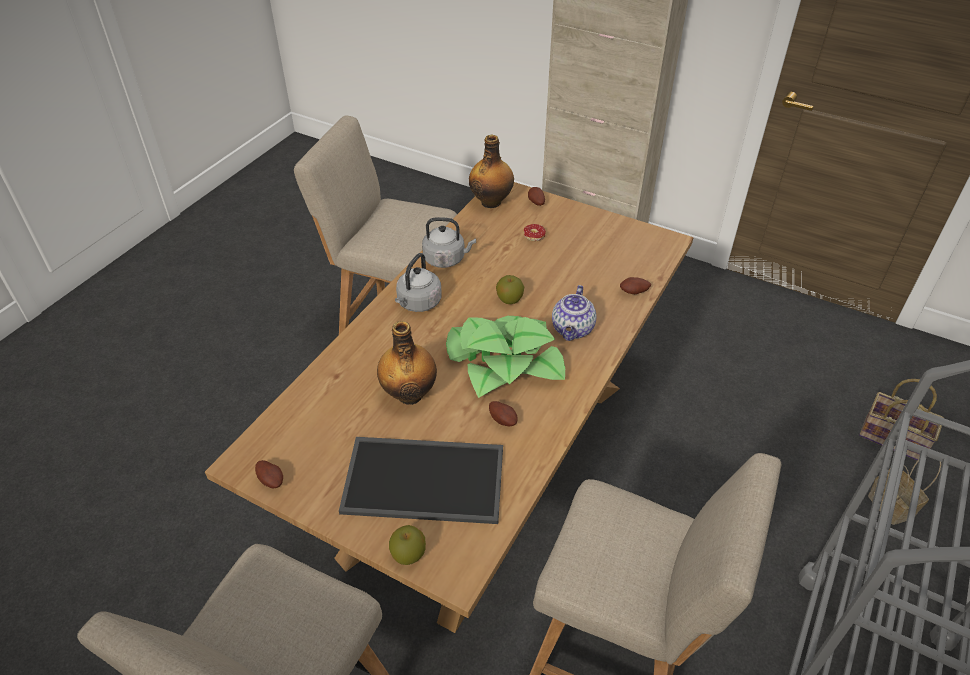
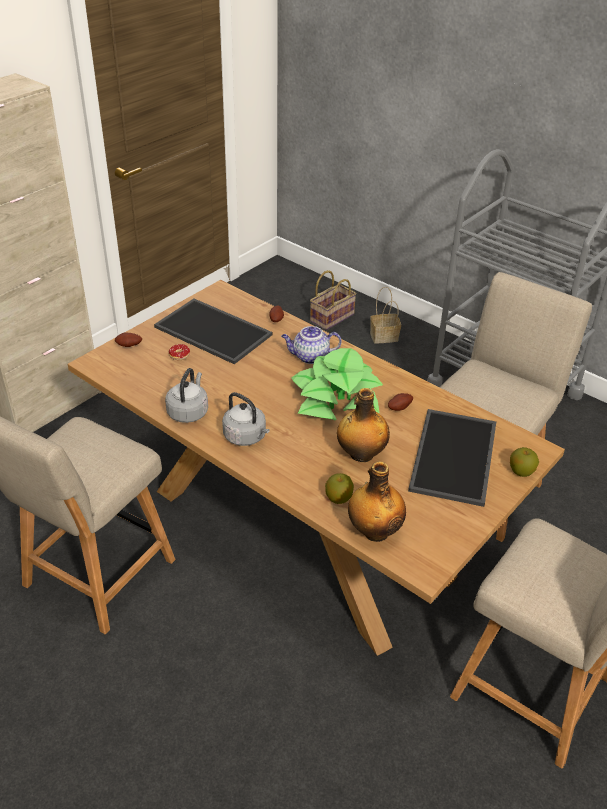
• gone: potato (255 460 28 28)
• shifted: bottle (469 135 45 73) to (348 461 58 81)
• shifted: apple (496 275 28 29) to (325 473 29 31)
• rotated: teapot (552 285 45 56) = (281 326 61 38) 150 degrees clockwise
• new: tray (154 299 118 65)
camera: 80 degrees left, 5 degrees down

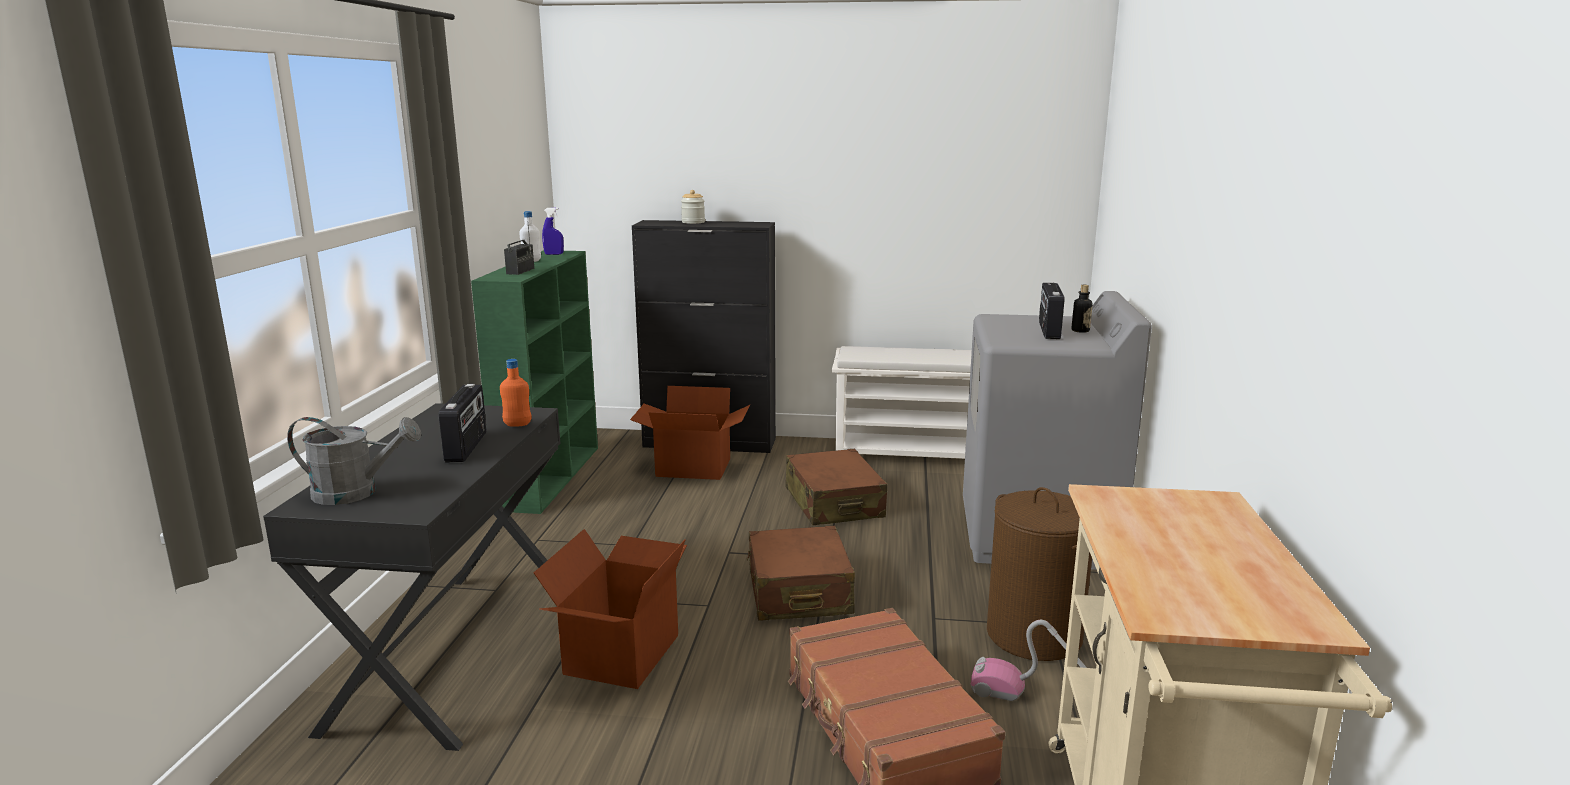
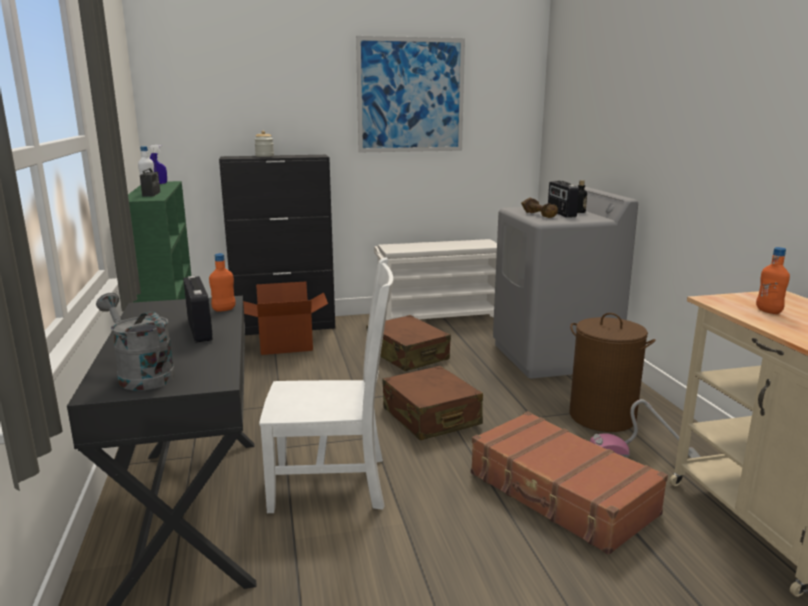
• rotated: grey watering can (287 417 134 88) = (96 293 79 97) 120 degrees counterclockwise
• swapped: cardboard box (534 529 153 160) to white chair (259 257 135 256)
• new: picture (356 36 109 116)
• new: brown dumbbell (521 198 37 20)
• new: orange bottle (756 247 34 67)
camera: 20 degrees left, 0 degrees up

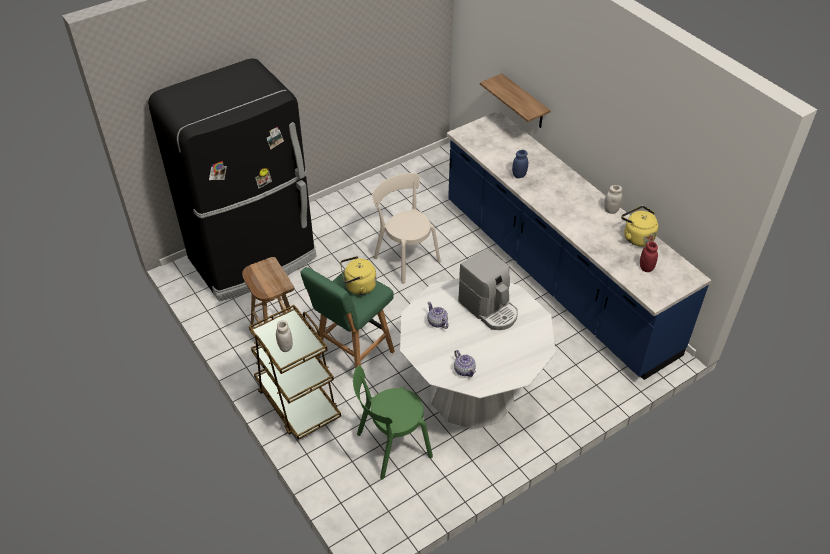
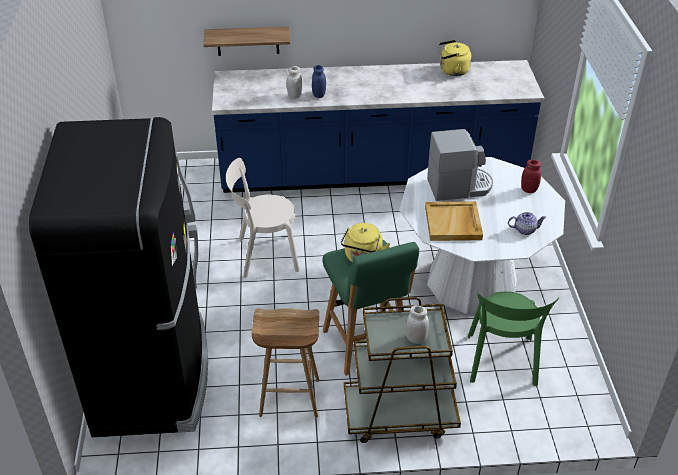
• swapped: teapot (427 302 21 27) to beige tray (425 201 58 40)
• shifted: white jar (604 185 18 29) to (287 66 16 33)
• shifted: red jar (640 241 18 31) to (521 159 20 34)
camera: 60 degrees left, 5 degrees down

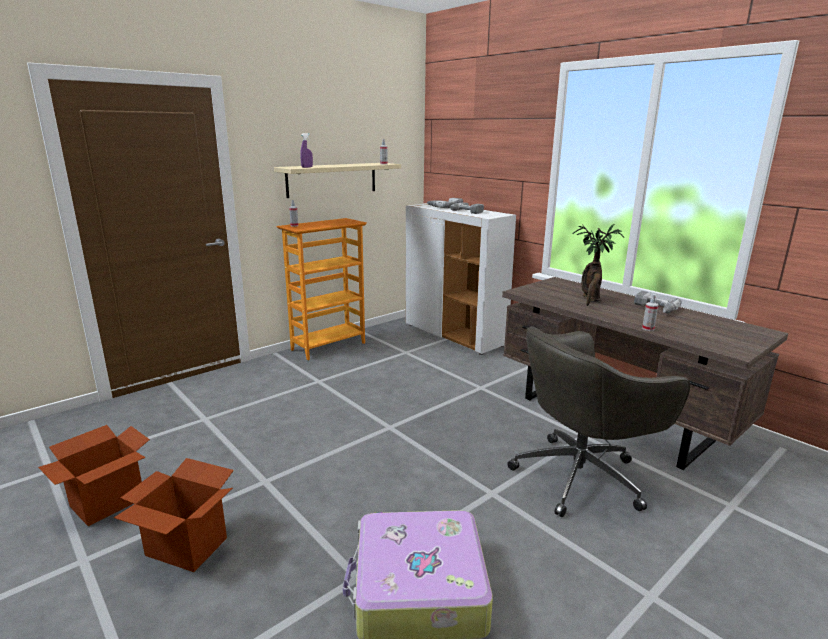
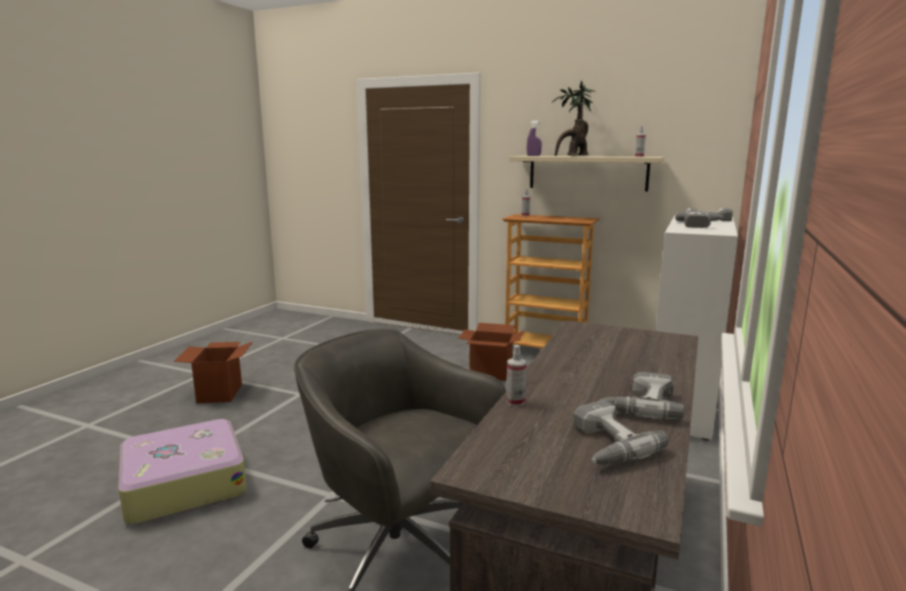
• shifted: cardboard box (38 425 112 101) to (459 323 65 58)
• shifted: potted plant (573 224 51 82) to (552 81 43 75)
• new: power drill (573 401 96 64)
camera: 65 degrees right, 5 degrees down

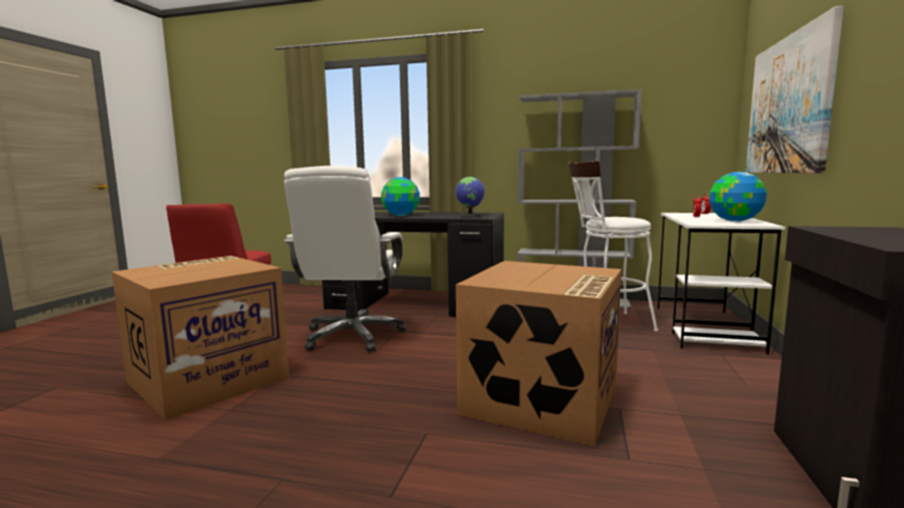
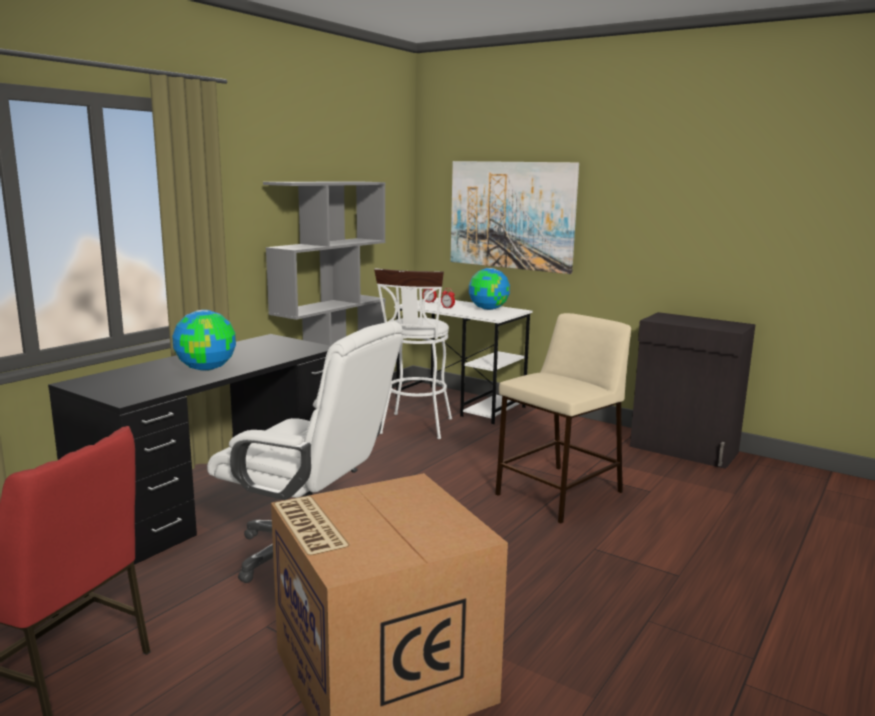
• gone: globe (455 176 30 41)
• swapped: cardboard box (456 261 165 186) to beige stool (495 313 136 210)
camera: 70 degrees left, 5 degrees up

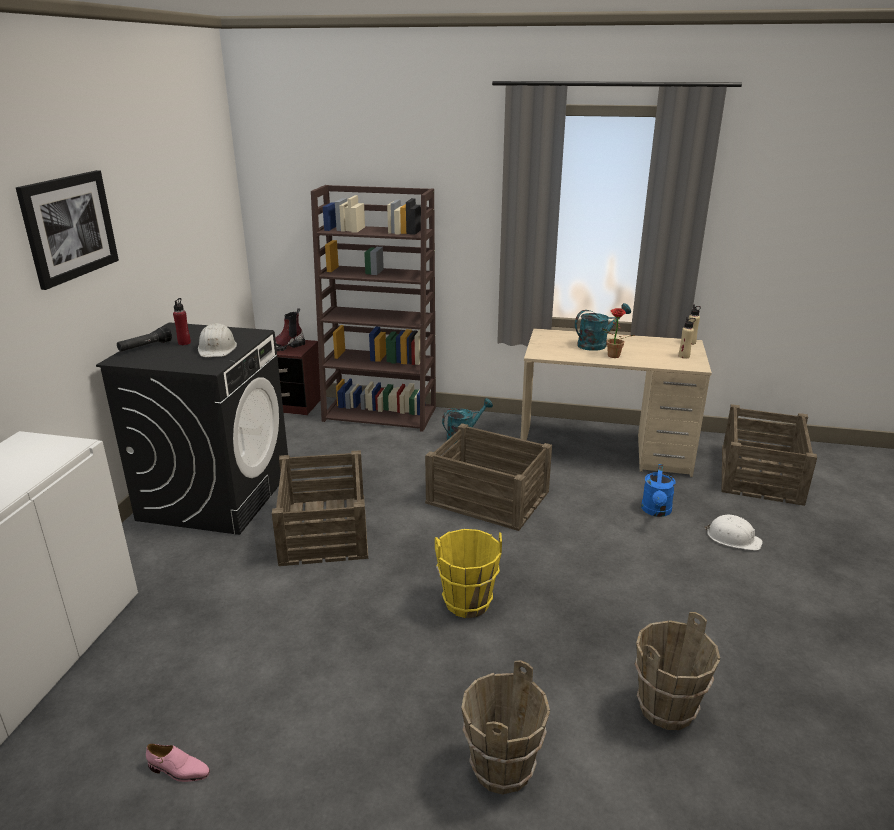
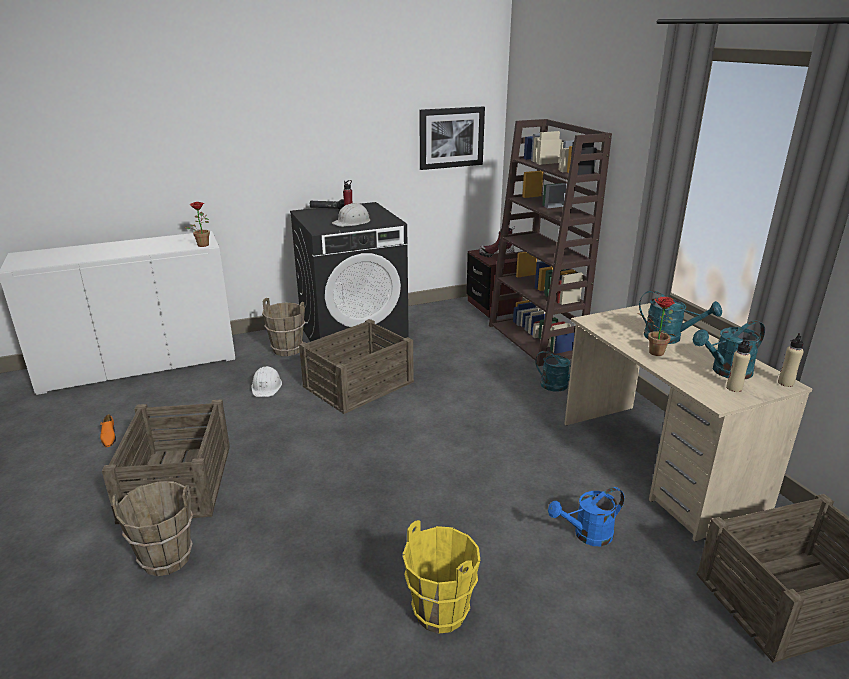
• shifted: picture (16 170 103 120) to (420 106 65 64)
• repainted: pink shoe (146 744 64 38) to orange shoe (100 414 16 33)
• shifted: crate (425 423 127 108) to (102 399 128 125)
• shifted: yellow bucket (435 529 67 89) to (403 520 77 114)
• shifted: brown bucket (635 612 85 118) to (262 298 43 58)
• shifted: white hard hat (704 515 59 36) to (252 366 30 31)
• new: potted plant (185 202 25 45)
• new: turquoise watering can (693 320 72 59)
camera: 55 degrees right, 0 degrees up

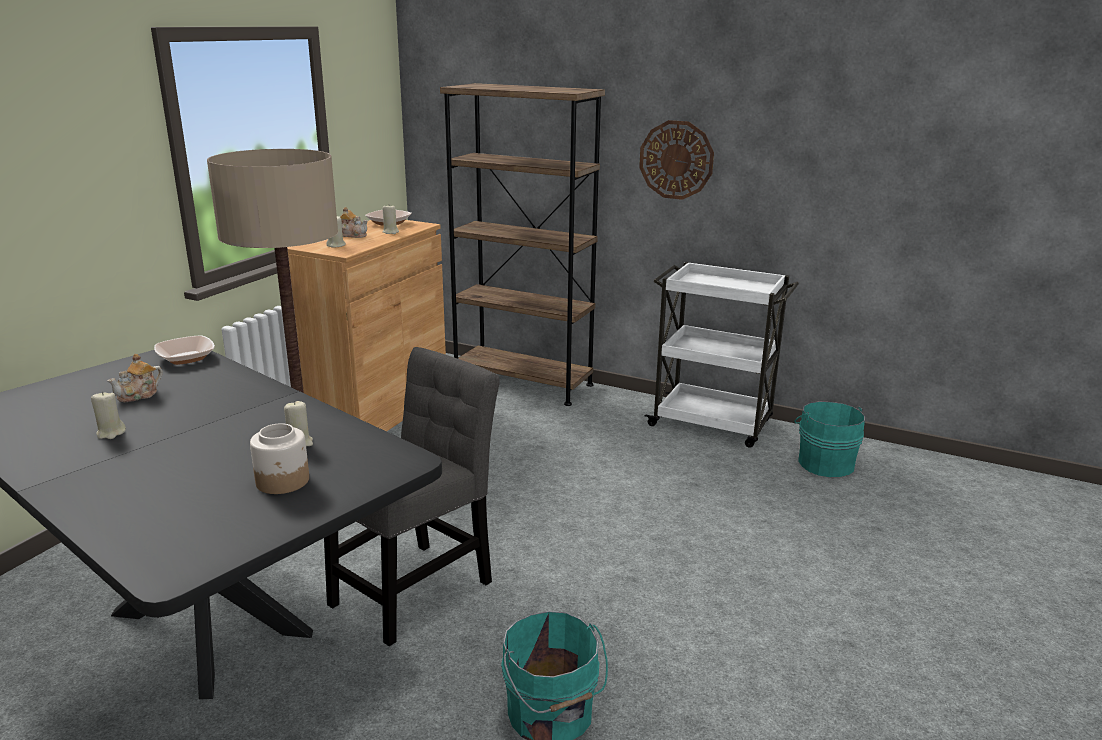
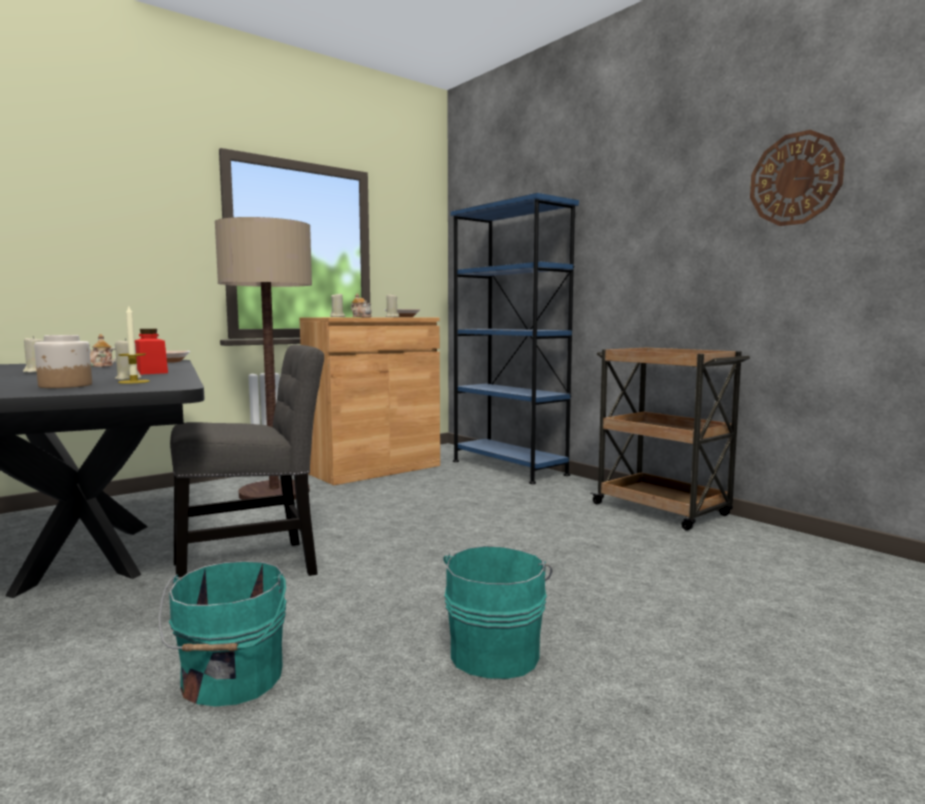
• repainted: brown bookcase (440 83 165 323) to blue bookcase (450 193 129 291)
• shifted: wall clock (639 120 75 80) to (750 130 95 96)
• repainted: white cart (644 262 155 186) to brown cart (590 347 160 183)
• shifted: turquoise bucket (794 401 71 76) to (443 546 109 133)
• new: candle (118 306 32 78)
• new: red jar (135 329 33 46)
camera: 25 degrees right, 15 degrees down

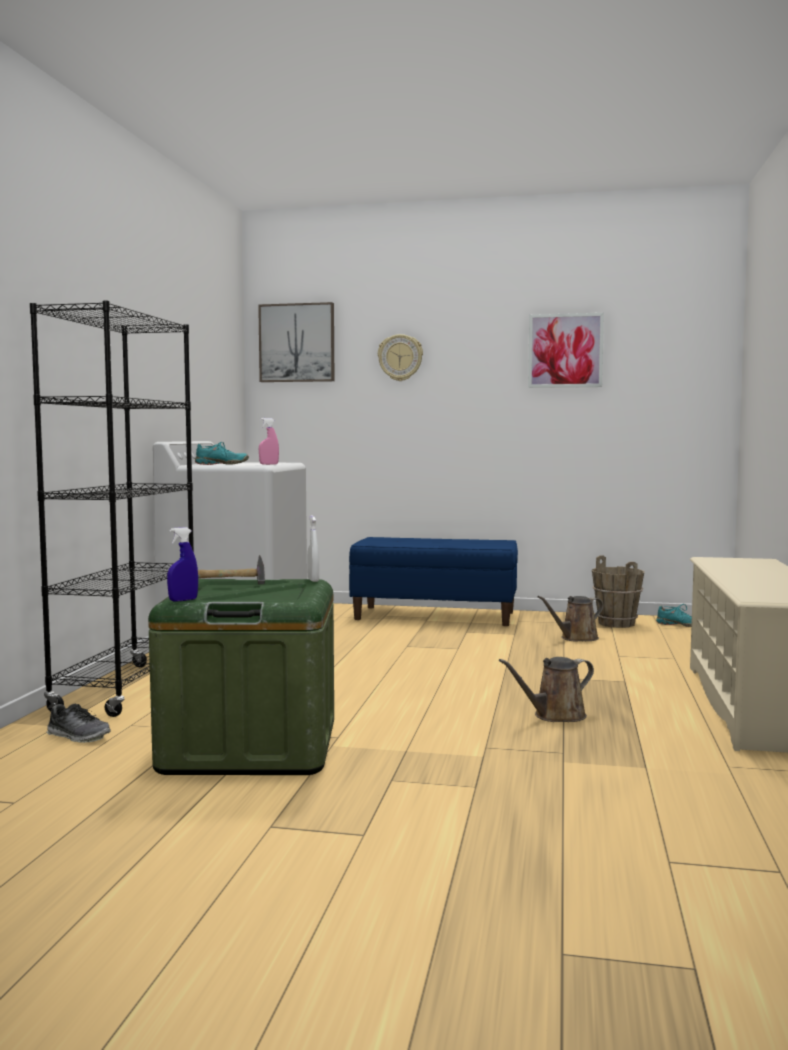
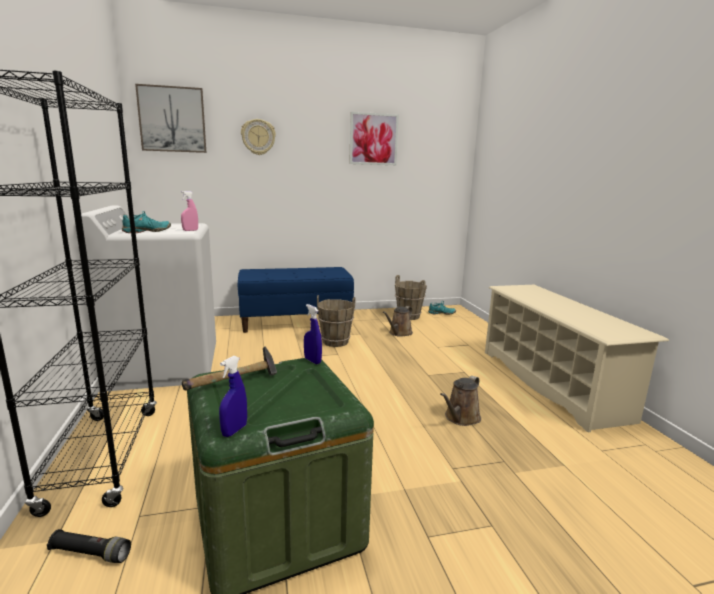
• swapped: shoe (46 703 65 40) to black flashlight (47 529 84 34)
• repainted: white spray bottle (307 516 12 66) to blue spray bottle (304 304 18 60)
• new: brown bucket (317 295 38 52)
camera: 25 degrees left, 10 degrees up

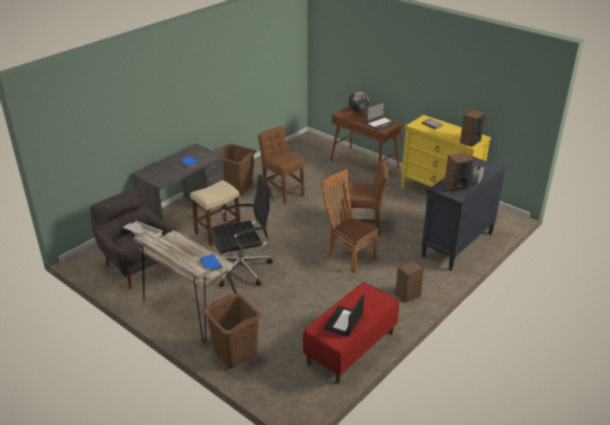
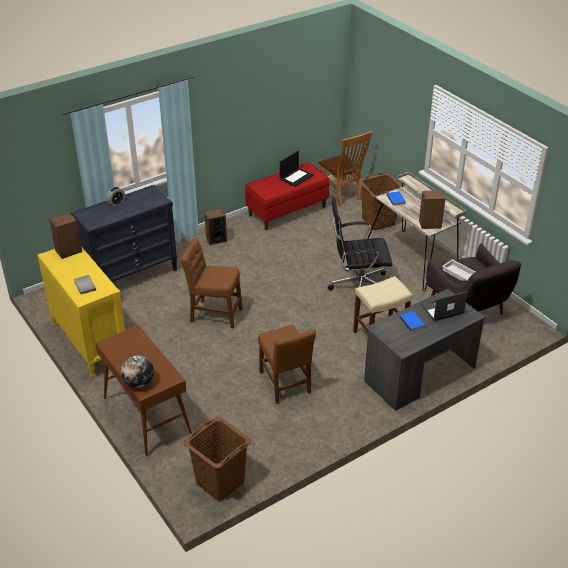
• shifted: brown laundry basket (216 144 40 51) to (184 417 68 84)
• shifted: brown chair (321 169 58 104) to (318 131 54 76)
• shifted: laptop (366 100 31 31) to (421 291 46 30)
• shifted: speaker (444 153 29 40) to (419 190 26 39)
camera: 165 degrees left, 5 degrees up

